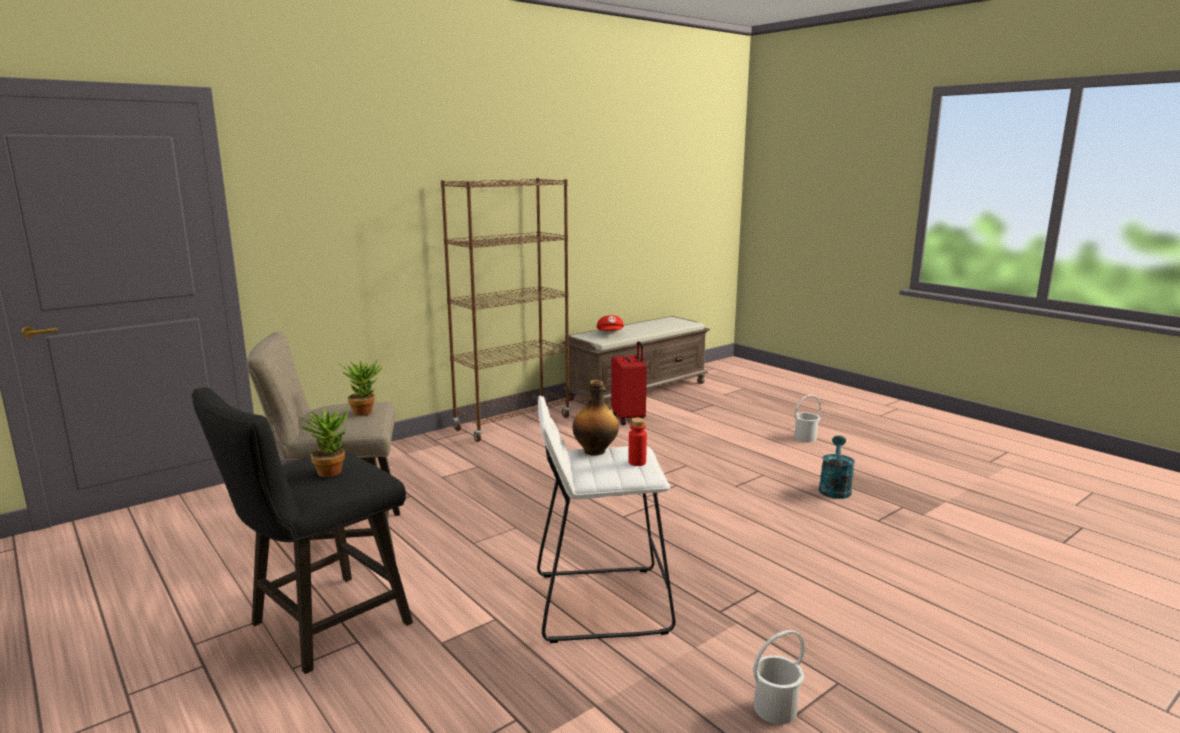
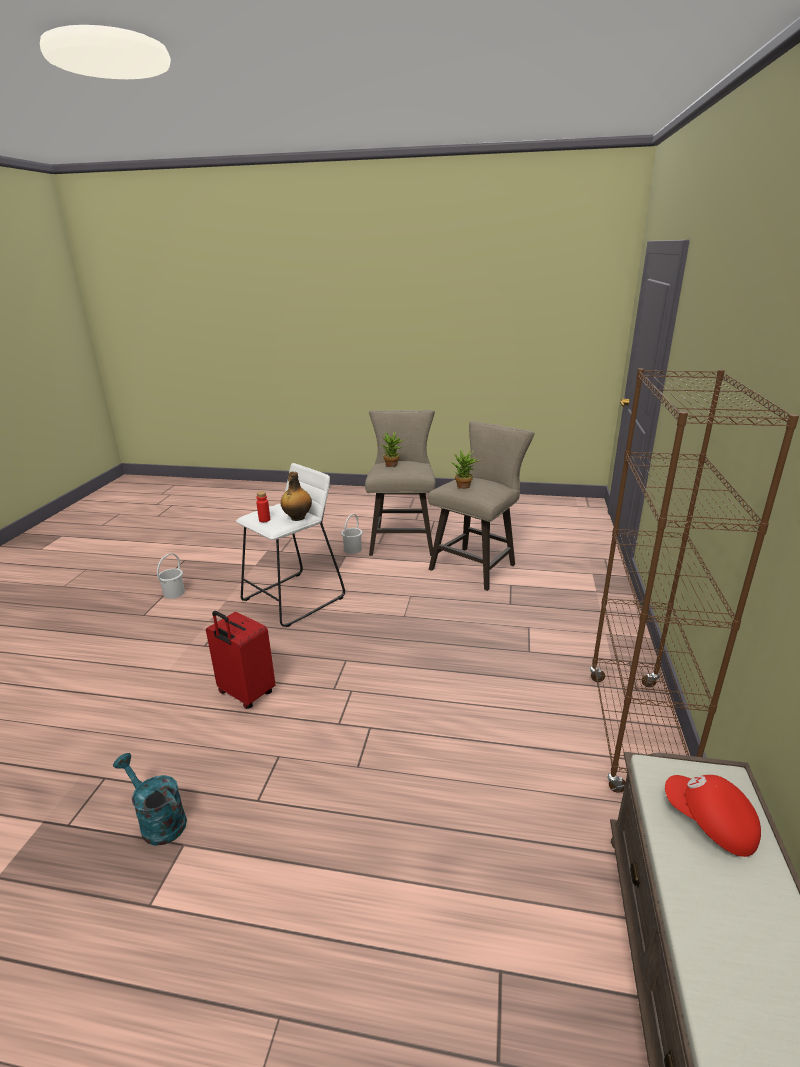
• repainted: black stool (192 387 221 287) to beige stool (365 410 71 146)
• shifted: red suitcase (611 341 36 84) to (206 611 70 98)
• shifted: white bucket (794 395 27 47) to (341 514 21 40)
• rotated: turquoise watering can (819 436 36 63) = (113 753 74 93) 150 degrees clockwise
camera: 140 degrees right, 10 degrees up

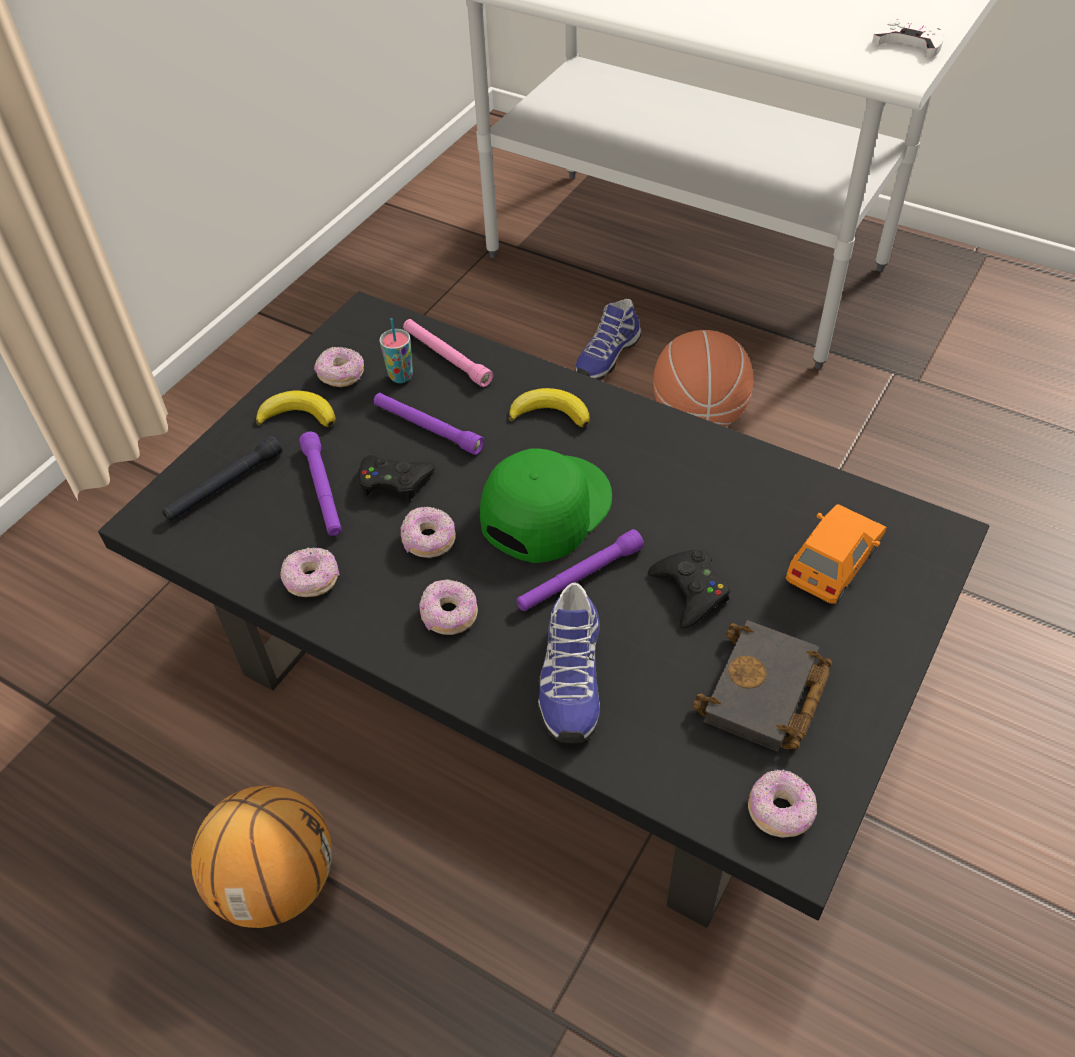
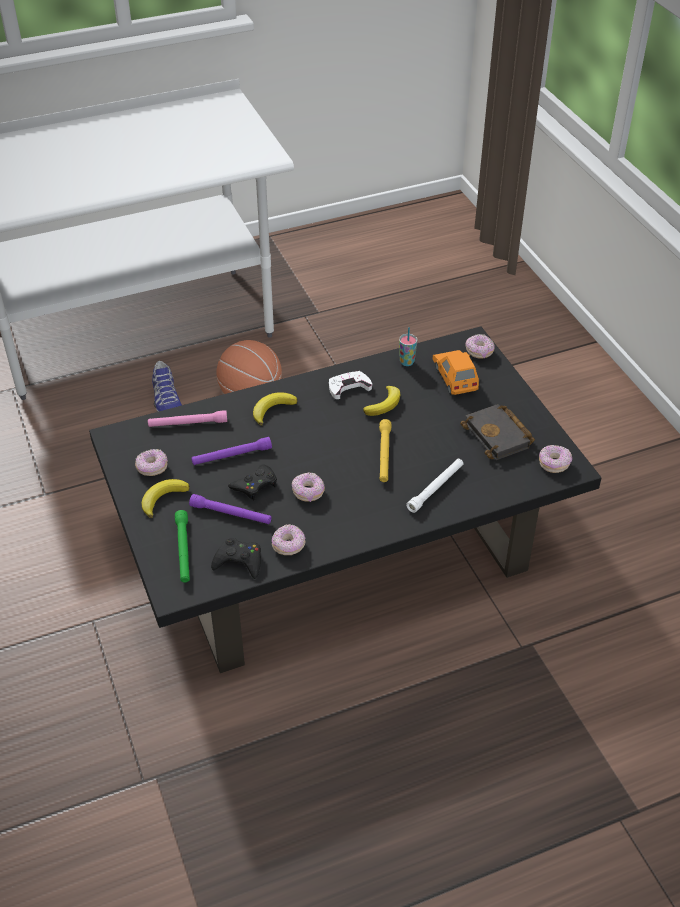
• repainted: black flashlight (162 436 120 85) to green flashlight (175 510 15 73)
• gone: basketball (191 786 141 142)
• shifted: cup (379 318 34 65) to (399 327 18 39)
• shifted: donut (419 579 59 56) to (465 334 30 25)
• gone: green cap (480 448 132 115)
• repainted: purple flashlight (517 529 127 82) to yellow flashlight (379 419 13 63)
• swapped: shoe (538 582 62 161) to white flashlight (406 459 57 54)
• shifted: black game controller (648 550 82 79) to (211 538 50 41)
• shifted: white game controller (872 20 72 37) to (329 370 43 29)
• new: banana (363 386 37 30)
camera: 55 degrees left, 5 degrees down

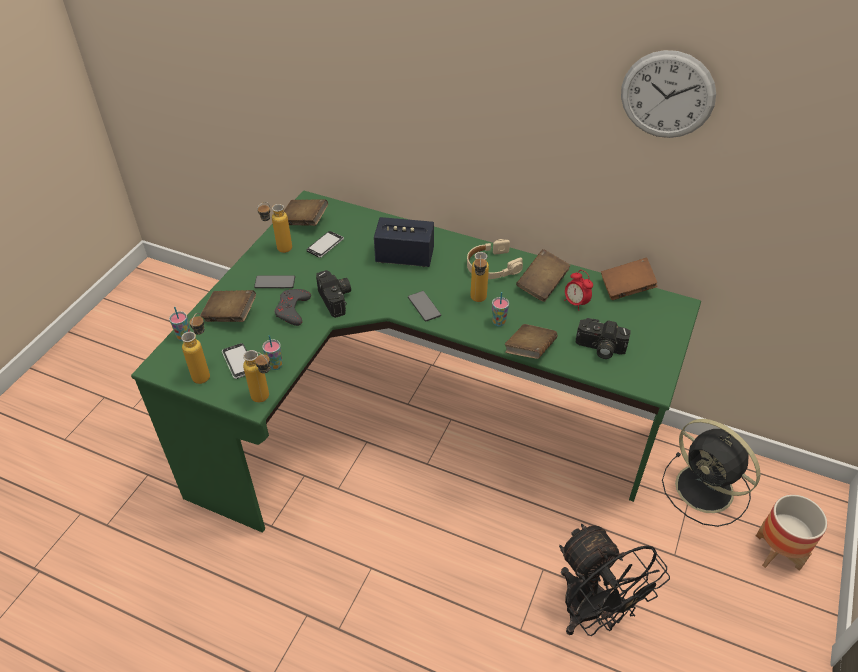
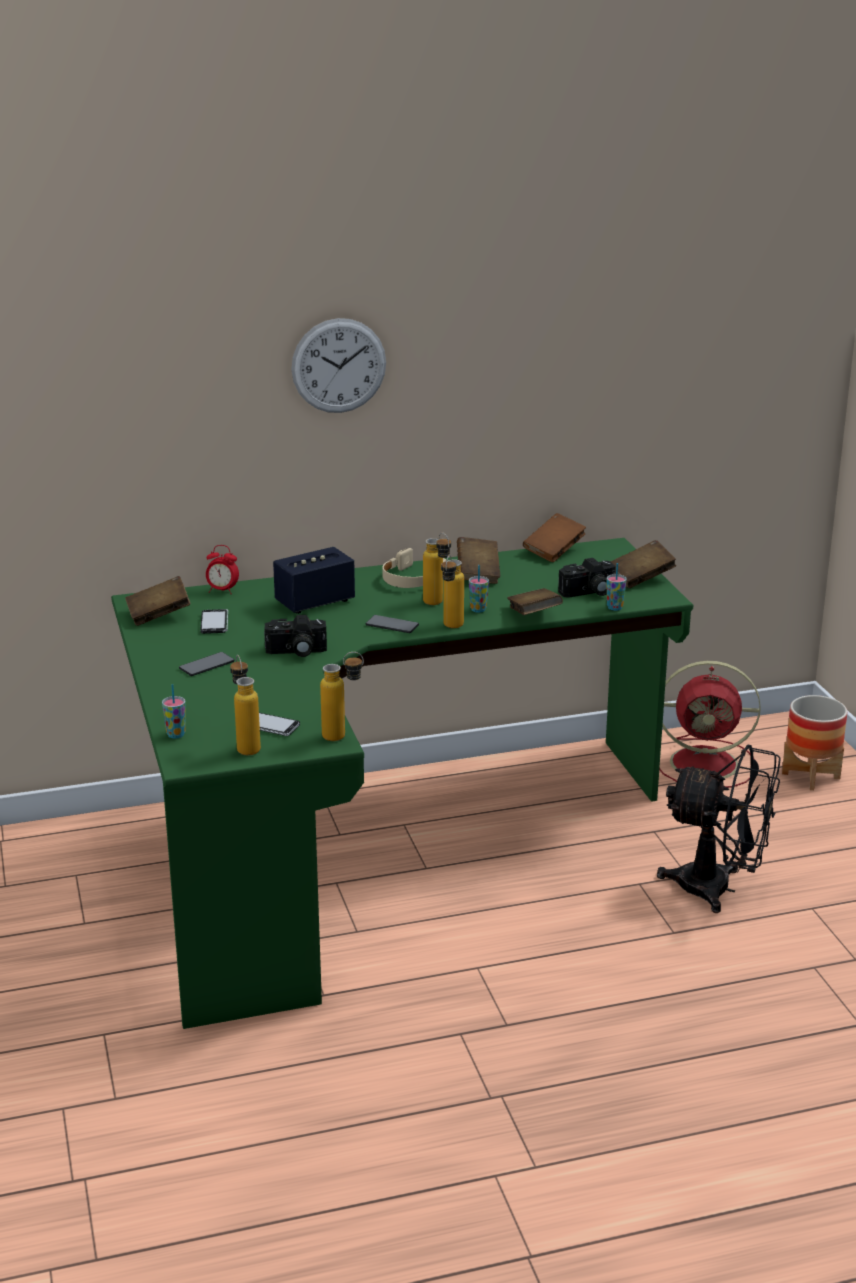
• shifted: brown book (201 290 55 32) to (610 540 66 48)
• shifted: bottle (257 202 35 51) to (441 555 23 73)
• shifted: cup (262 335 20 35) to (606 563 21 48)
• gone: grey game controller (275 289 36 37)
• rotated: photo camera (316 270 35 48) = (264 615 63 42) 150 degrees clockwise
• shifted: alarm clock (564 270 29 41) to (206 545 33 49)
• shifted: wall clock (621 50 95 88) to (291 318 95 95)
• repainted: black fan (662 419 99 108) to red fan (659 661 102 127)
camera: 40 degrees left, 20 degrees down

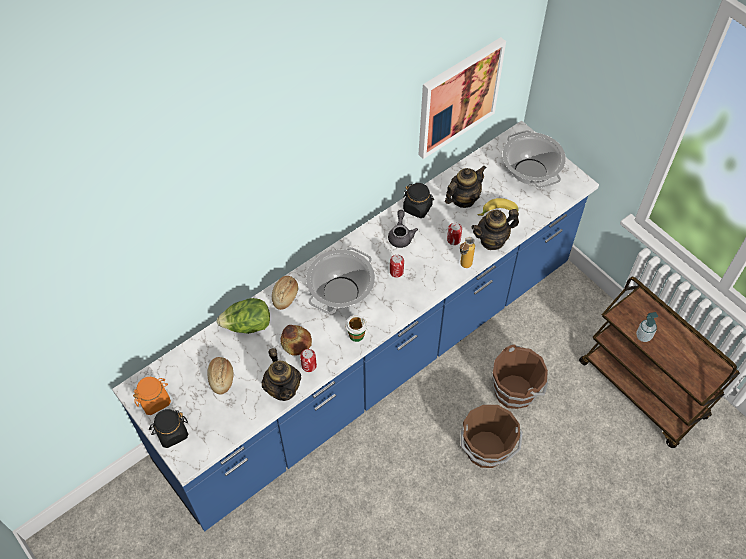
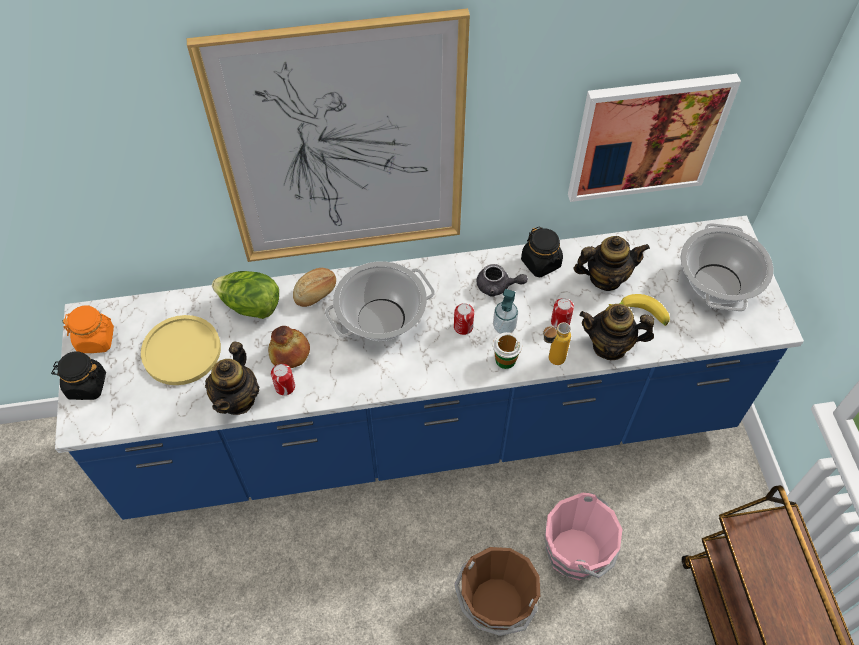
• swapped: bread (207 357 26 38) to yellow plate (141 315 80 70)
• shifted: cup (345 315 22 27) to (493 332 29 37)
• rotated: grey teapot (388 210 30 38) = (477 264 51 33) 75 degrees clockwise
• repainted: brown bucket (492 344 56 65) to pink bucket (544 493 78 87)
• shifted: soap dispenser (636 312 22 30) to (493 289 25 45)
• new: picture (187 8 283 254)
camera: 30 degrees right, 0 degrees up

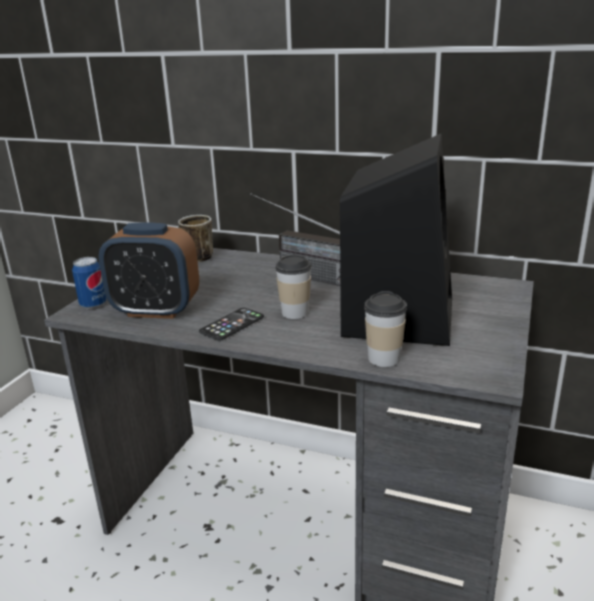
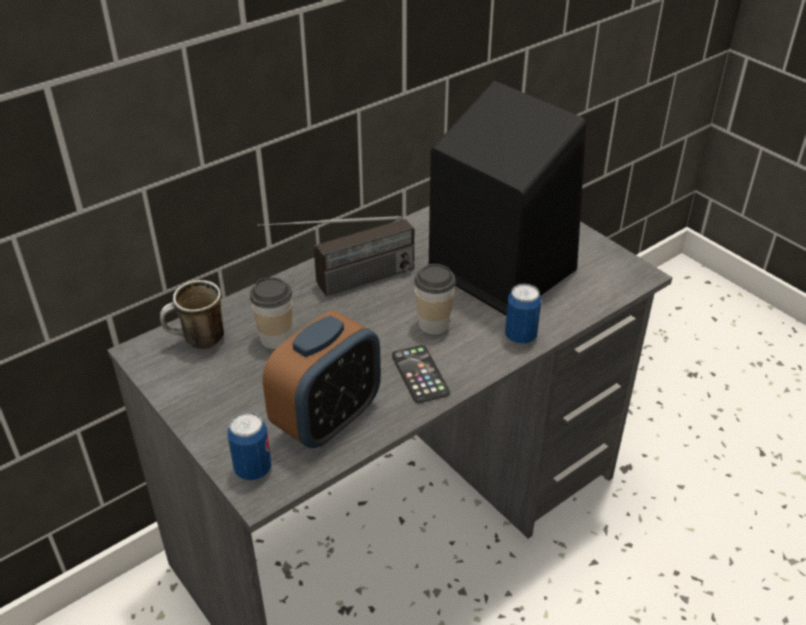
• shifted: cup (364 291 43 76) to (250 277 42 72)
• new: can (505 283 36 61)
camera: 60 degrees left, 15 degrees up

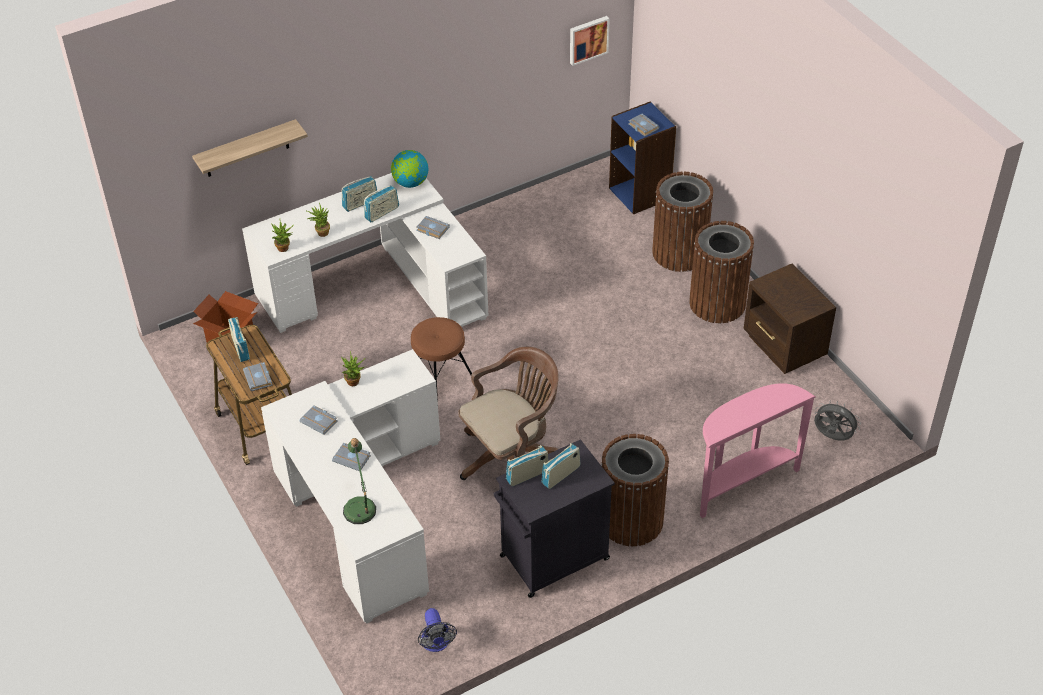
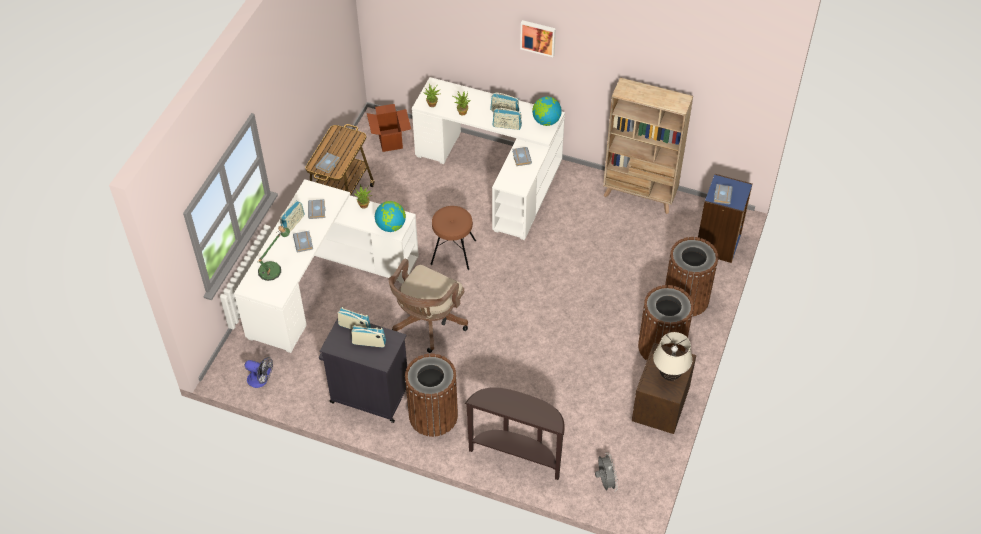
• gone: shelf (192 119 116 58)
• shifted: radio (228 317 22 45) to (280 201 25 31)
• rotated: fan (418 608 39 44) = (245 357 28 31) 105 degrees counterclockwise
• rotated: brown office chair (458 347 101 133) = (389 259 79 94) 105 degrees clockwise
• shifted: picture (570 16 40 50) to (520 20 36 37)
• repainted: pink console table (700 383 116 135) to brown console table (465 387 100 93)
• new: globe (375 201 31 31)
• new: beige bookcase (603 77 90 137)
• new: beige table lamp (653 332 39 49)
camera: 50 degrees right, 5 degrees up

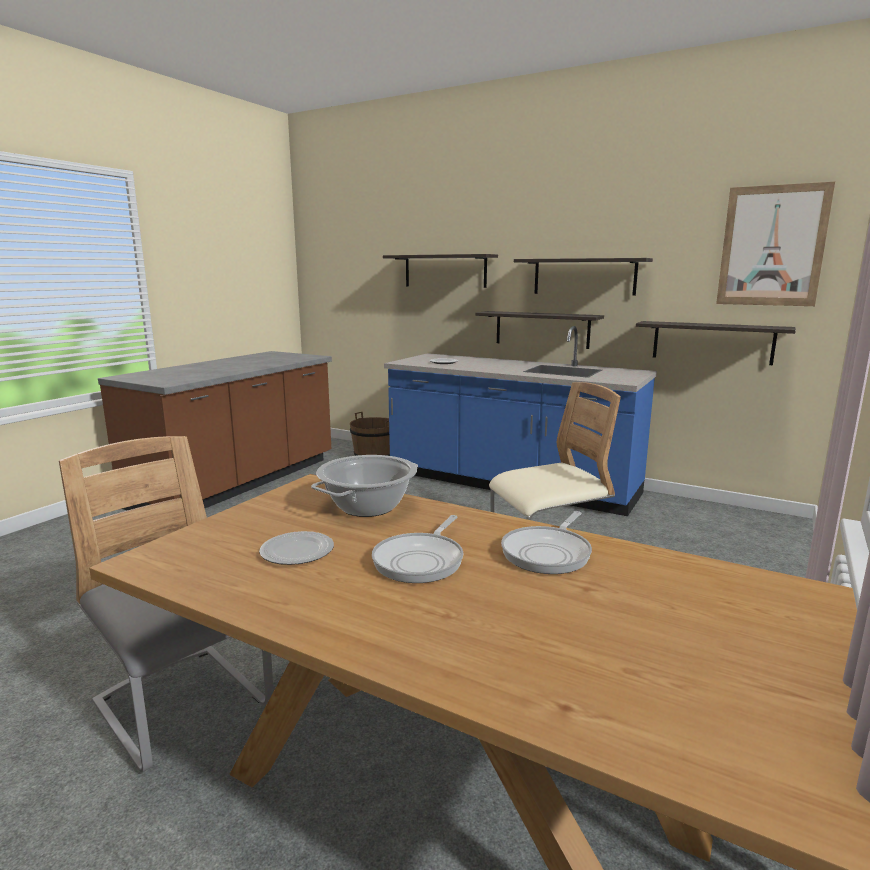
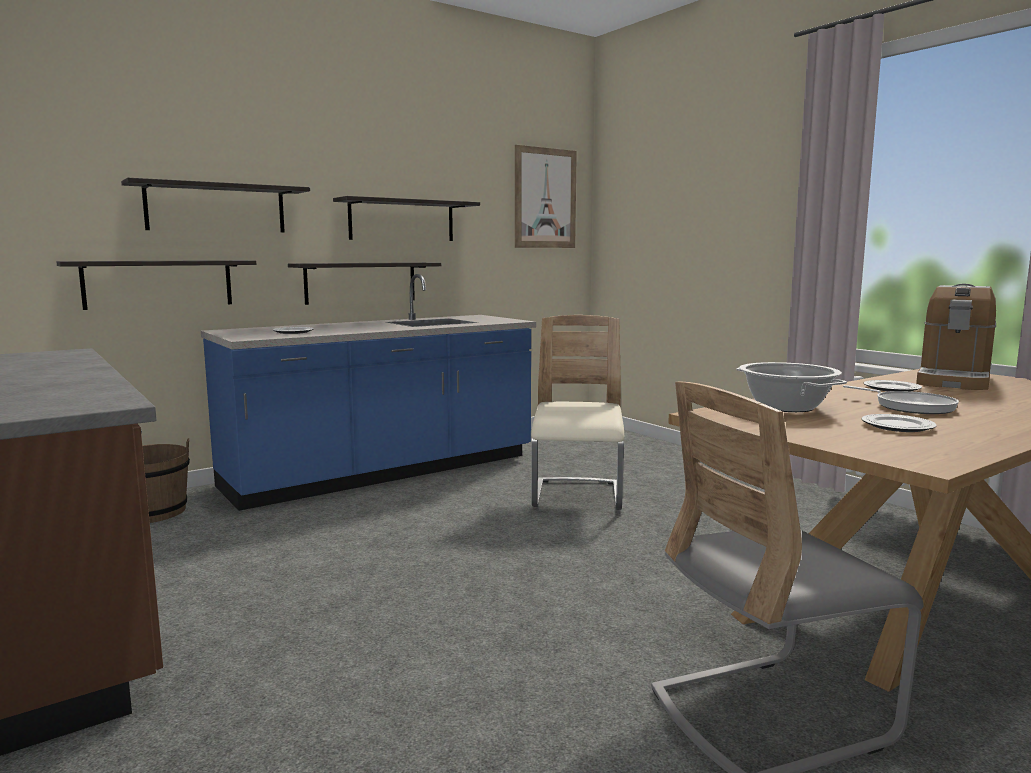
• swapped: frying pan (501 511 91 63) to plate (864 380 58 12)
• shifted: shelf (636 321 160 44) to (57 260 199 50)
• new: coffee machine (916 284 80 106)
camera: 65 degrees left, 5 degrees down

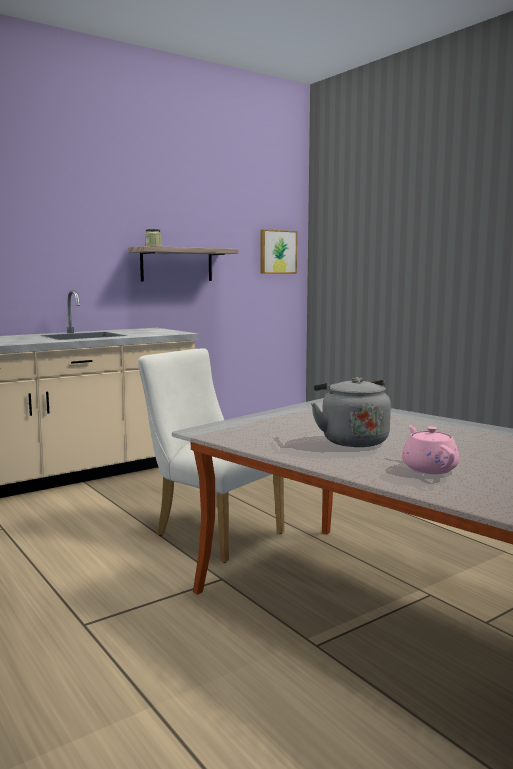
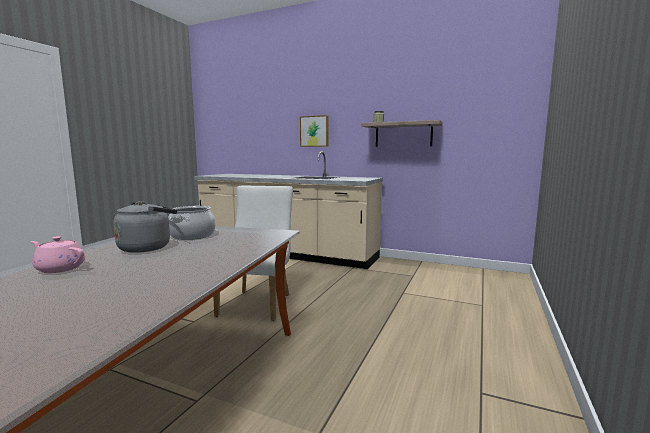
• shifted: picture (260 229 37 44) to (300 115 29 32)
• rotated: pink teapot (402 425 57 49) = (31 236 54 37) 120 degrees counterclockwise
• new: cooking pot (168 206 48 34)
camera: 60 degrees right, 0 degrees up

